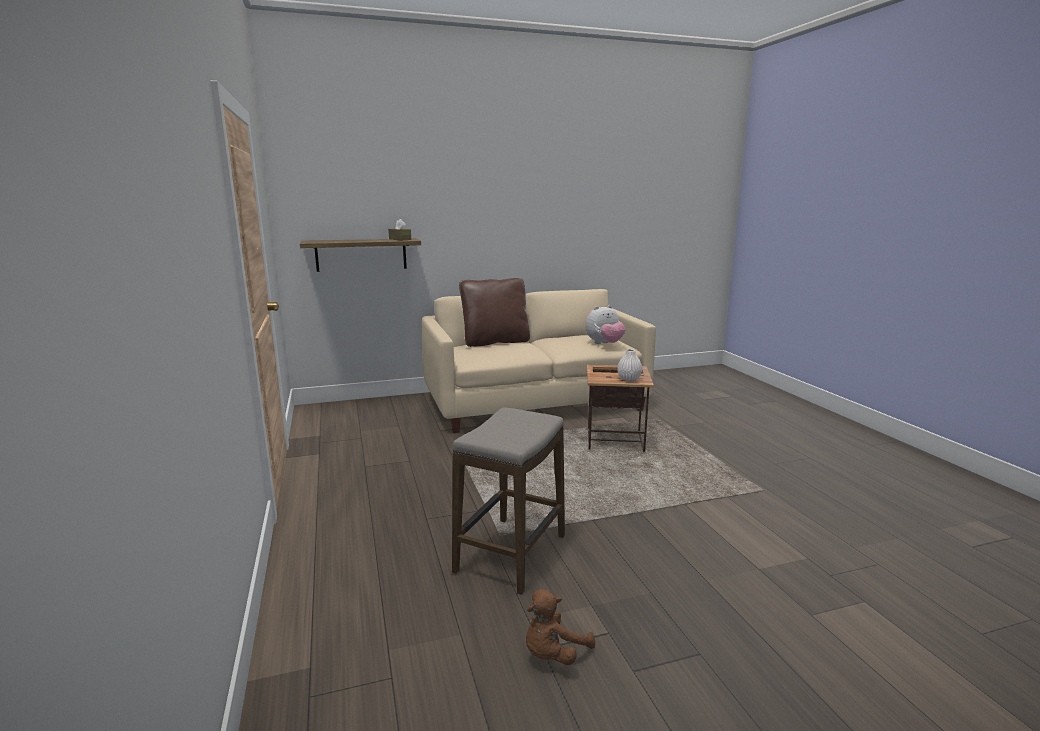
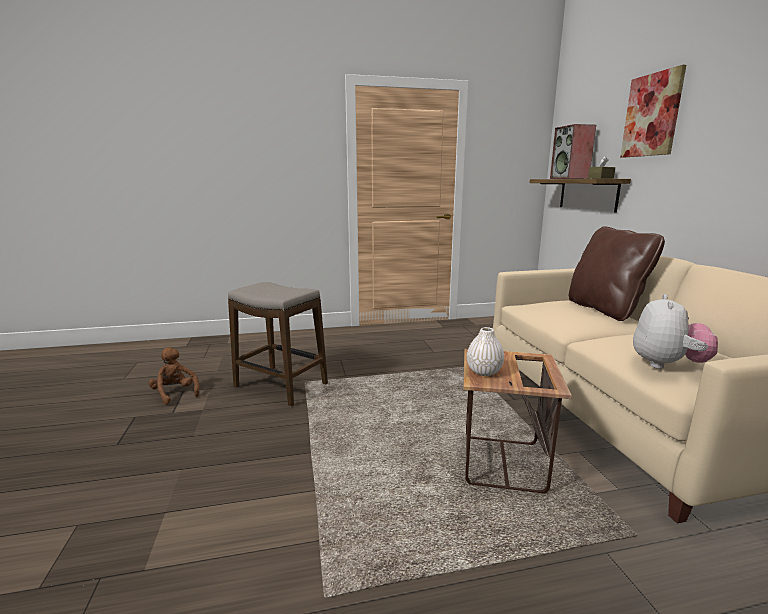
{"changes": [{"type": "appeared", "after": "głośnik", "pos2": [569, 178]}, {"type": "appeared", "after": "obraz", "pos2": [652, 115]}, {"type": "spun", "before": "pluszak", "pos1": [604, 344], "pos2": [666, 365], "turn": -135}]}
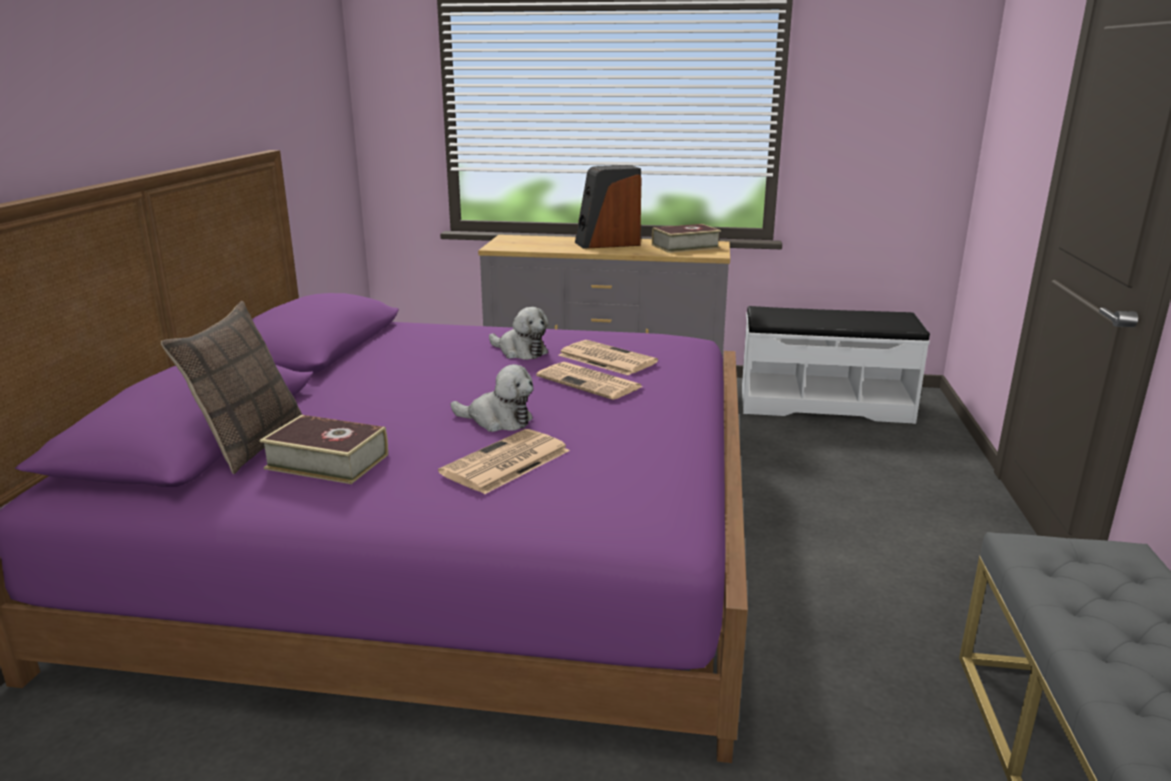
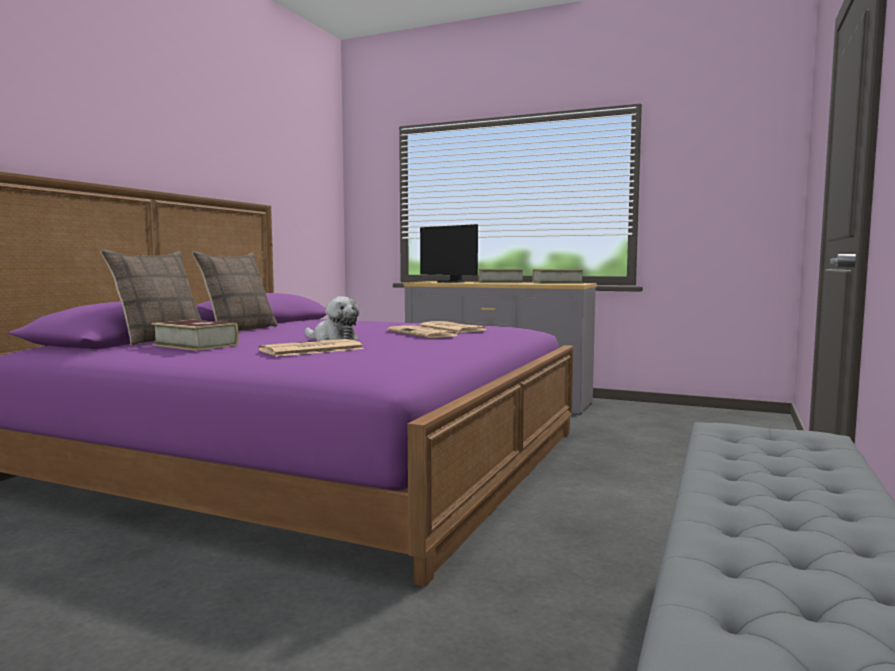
{"changes": [{"type": "missing", "before": "pluszak", "pos1": [520, 352]}, {"type": "missing", "before": "ławka/biały", "pos1": [824, 404]}, {"type": "appeared", "after": "poduszka", "pos2": [239, 329]}, {"type": "appeared", "after": "monitor", "pos2": [449, 282]}, {"type": "exchanged", "before": "głośnik", "after": "książka", "pos1": [607, 243], "pos2": [500, 282]}]}
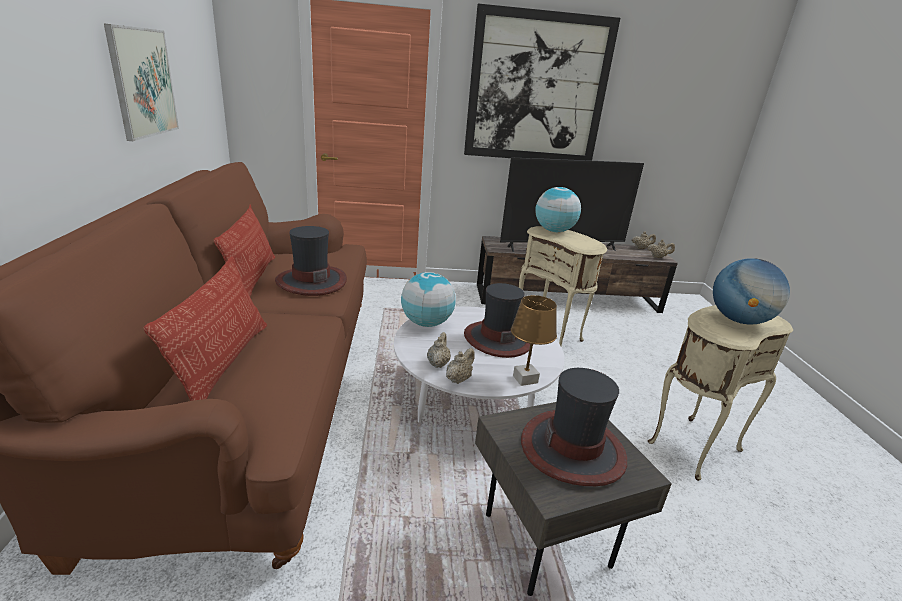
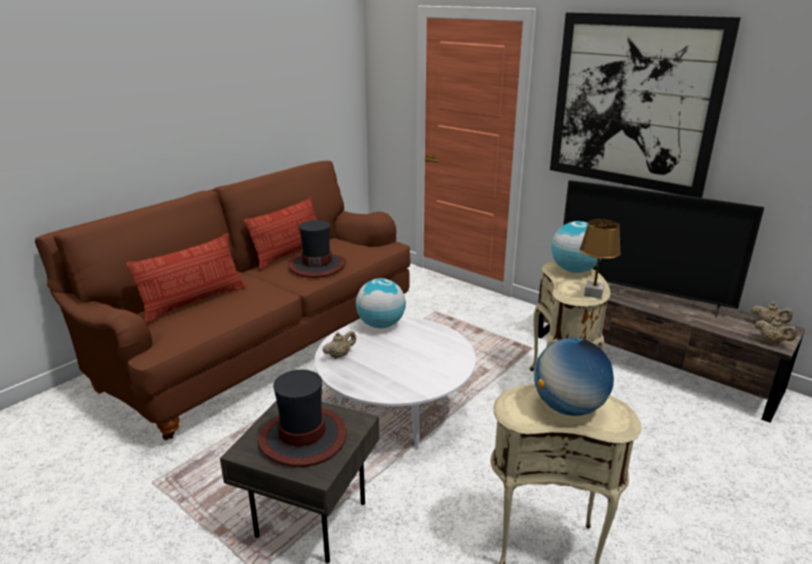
{"changes": [{"type": "missing", "before": "obraz", "pos1": [143, 82]}, {"type": "missing", "before": "imbryk/beżowy", "pos1": [458, 379]}, {"type": "missing", "before": "kapelusz", "pos1": [498, 338]}, {"type": "relocated", "before": "lampa stołowa/brązowy", "pos1": [525, 379], "pos2": [593, 294]}]}
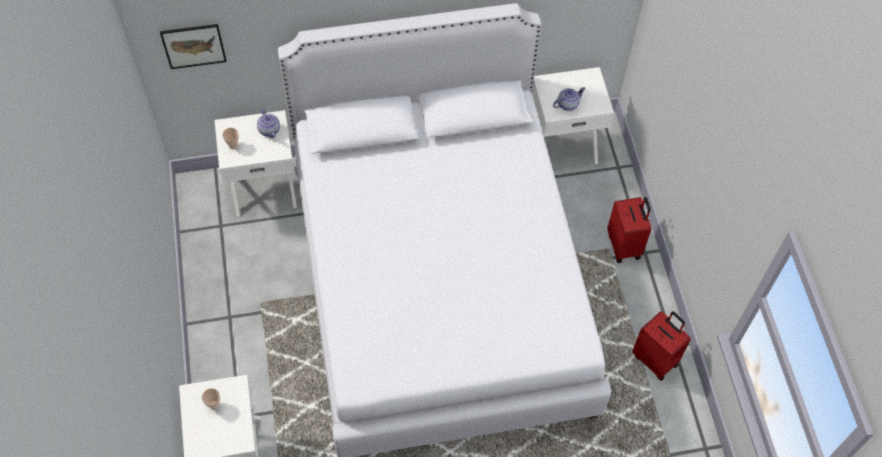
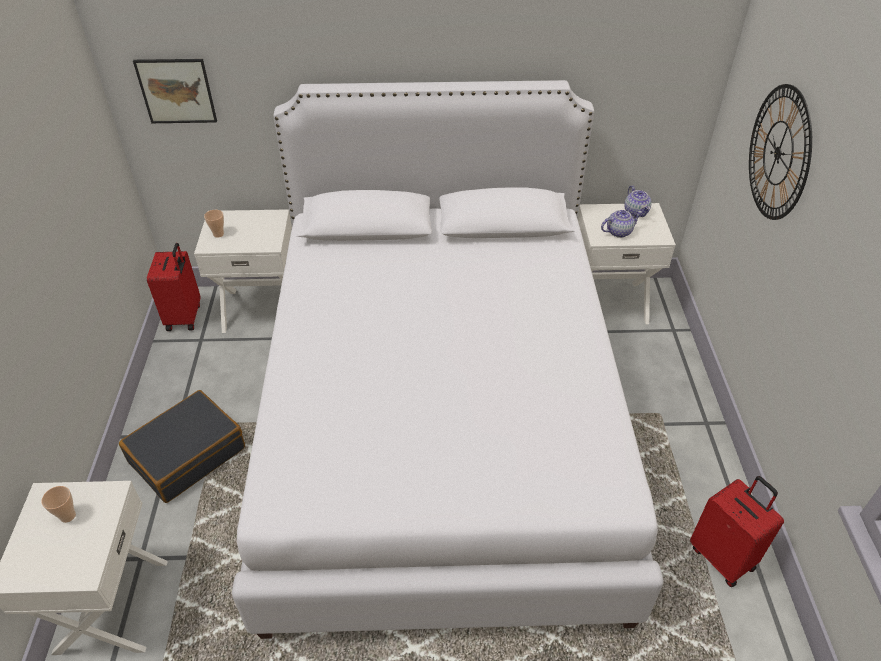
{"changes": [{"type": "appeared", "after": "walizka/czarny", "pos2": [187, 454]}, {"type": "appeared", "after": "zegar ścienny", "pos2": [778, 153]}, {"type": "relocated", "before": "imbryk", "pos1": [269, 130], "pos2": [636, 212]}, {"type": "relocated", "before": "walizka/czerwony", "pos1": [624, 246], "pos2": [185, 317]}]}
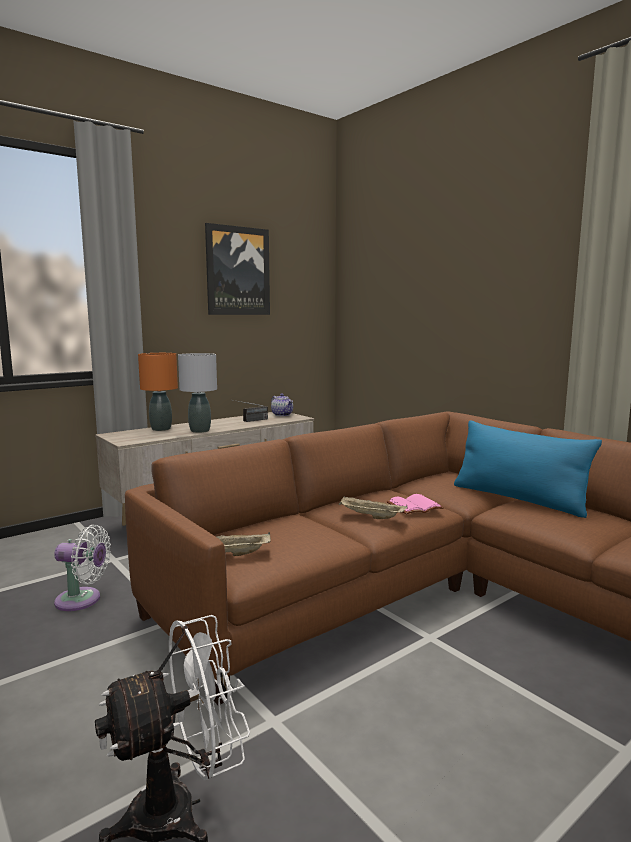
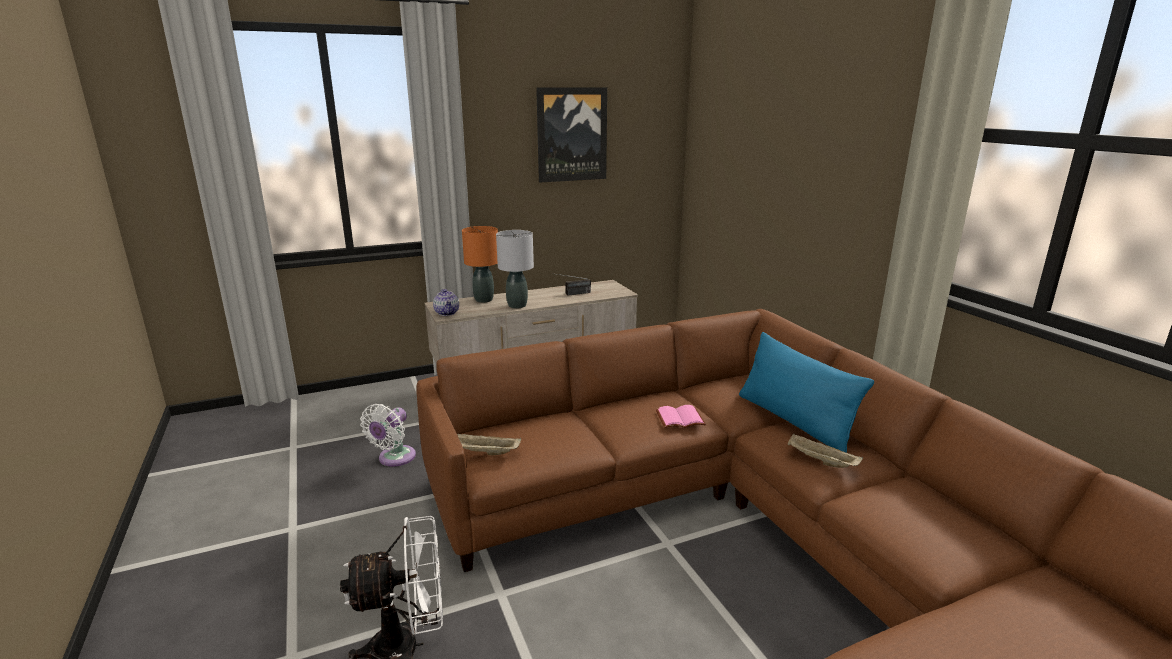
{"changes": [{"type": "relocated", "before": "imbryk", "pos1": [282, 415], "pos2": [447, 313]}, {"type": "relocated", "before": "taca/beżowy", "pos1": [370, 517], "pos2": [820, 461]}, {"type": "spun", "before": "wentylator/biały", "pos1": [82, 600], "pos2": [394, 458], "turn": 90}]}
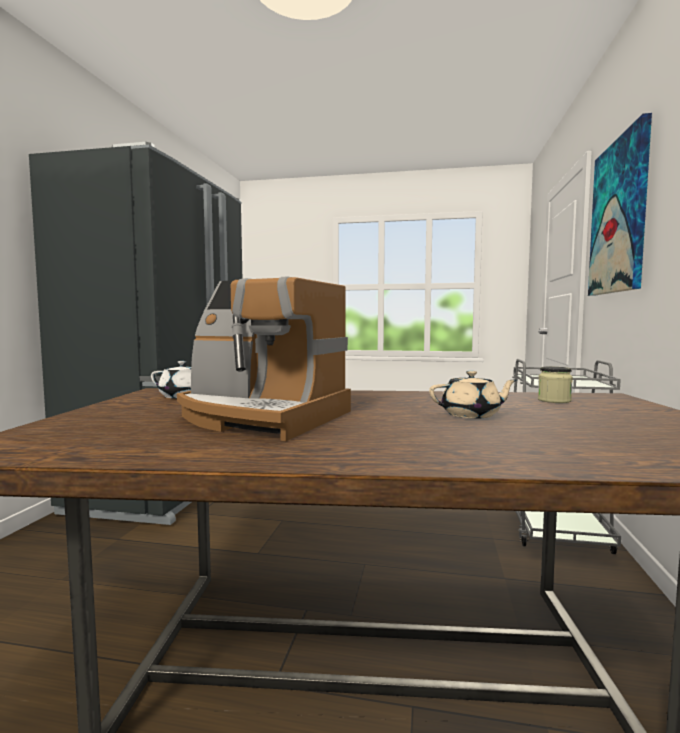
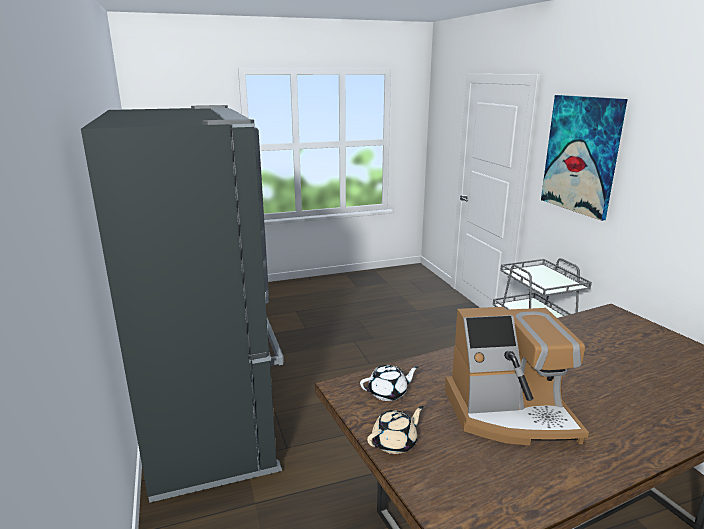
{"changes": [{"type": "missing", "before": "słoik", "pos1": [554, 400]}, {"type": "relocated", "before": "imbryk/beżowy", "pos1": [472, 415], "pos2": [395, 442]}]}
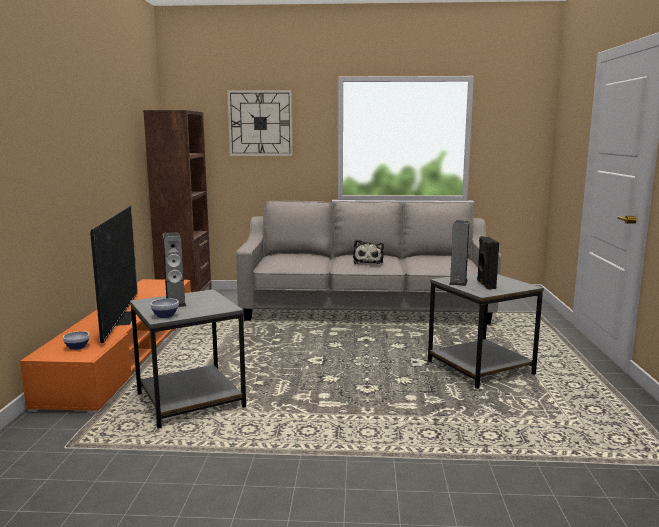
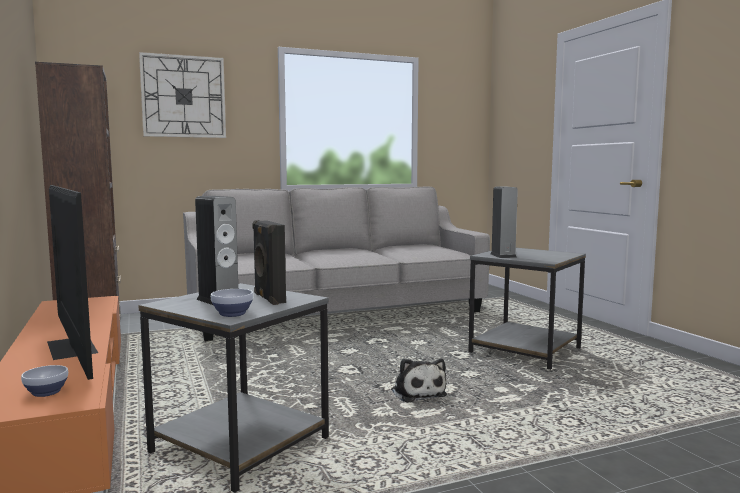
{"changes": [{"type": "relocated", "before": "pluszak", "pos1": [368, 262], "pos2": [417, 392]}, {"type": "relocated", "before": "głośnik/czarny", "pos1": [485, 285], "pos2": [268, 298]}]}
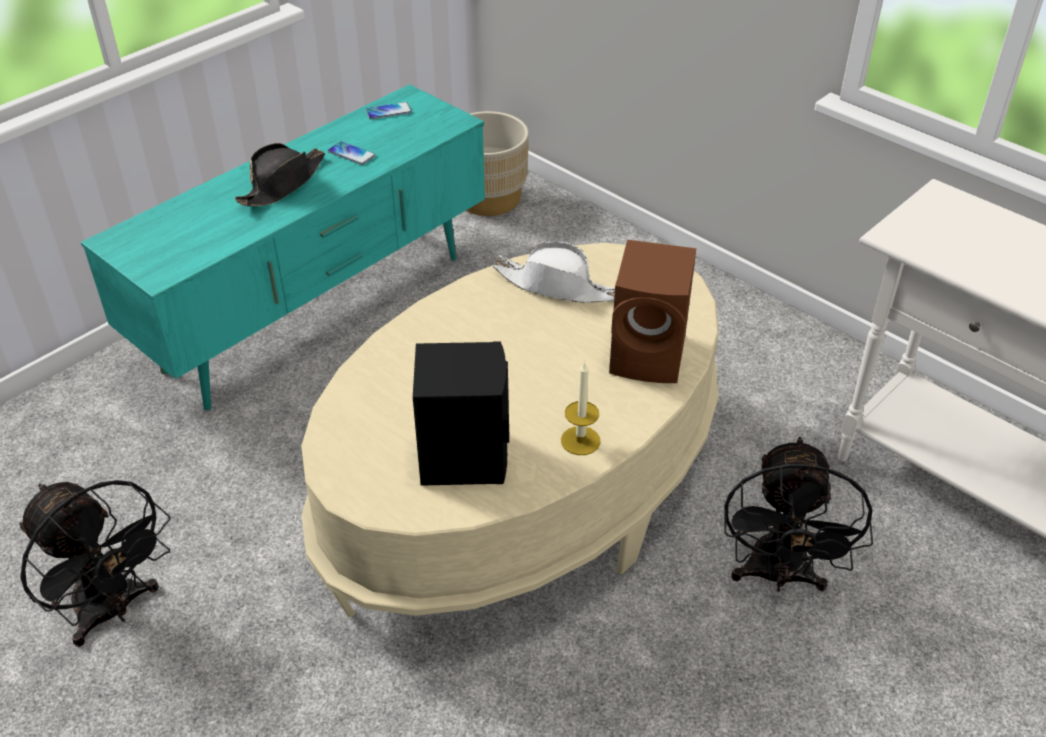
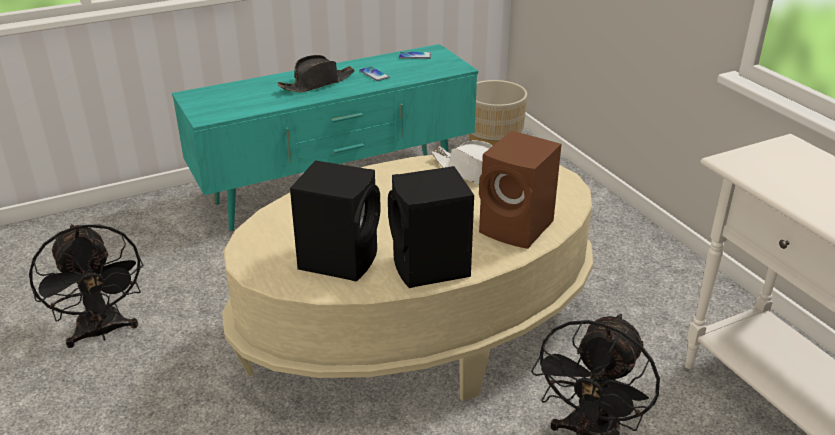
{"changes": [{"type": "exchanged", "before": "świeca", "after": "głośnik/czarny", "pos1": [580, 440], "pos2": [430, 268]}]}
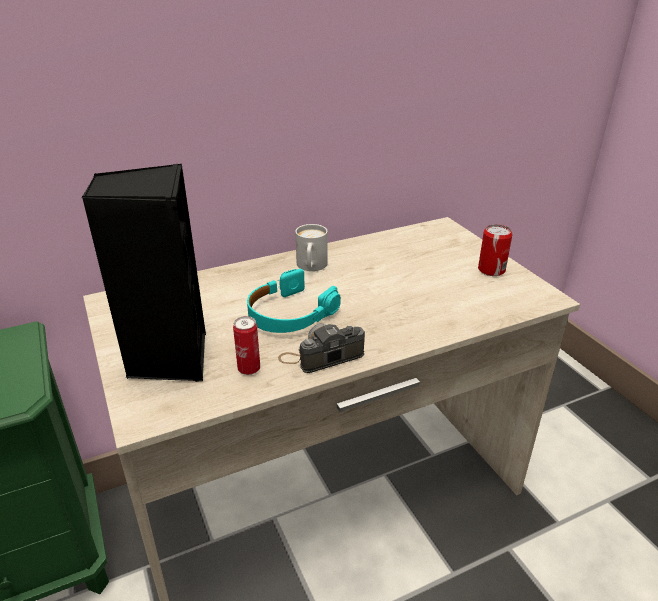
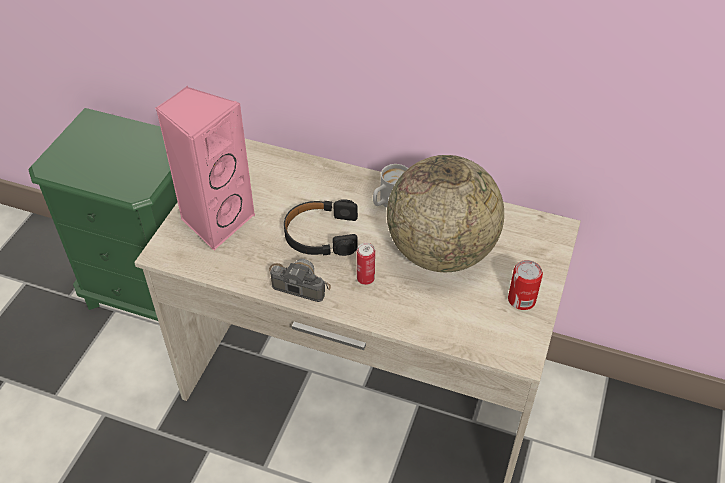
{"changes": [{"type": "appeared", "after": "globus", "pos2": [441, 252]}, {"type": "relocated", "before": "puszka", "pos1": [249, 369], "pos2": [365, 279]}, {"type": "colour", "before": "głośnik/czarny", "after": "głośnik/różowy", "pos1": [168, 359], "pos2": [216, 220]}, {"type": "colour", "before": "słuchawki/turkusowy", "after": "słuchawki/czarny", "pos1": [289, 314], "pos2": [321, 235]}]}
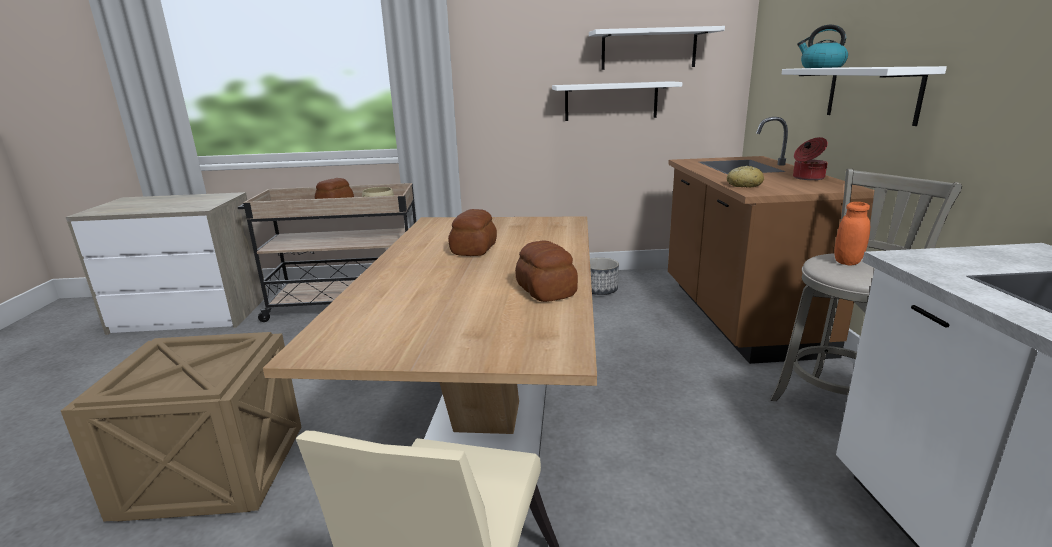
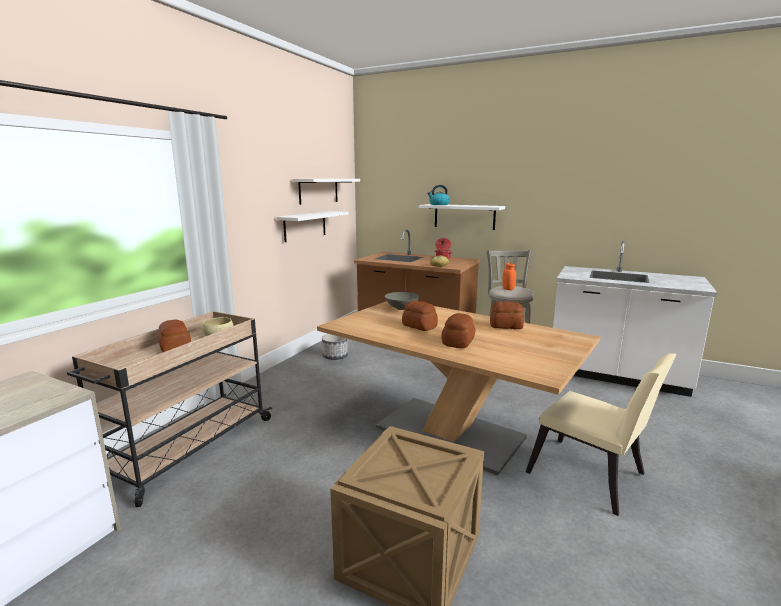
{"changes": [{"type": "appeared", "after": "miska/szary", "pos2": [402, 308]}, {"type": "appeared", "after": "chleb", "pos2": [458, 342]}]}
